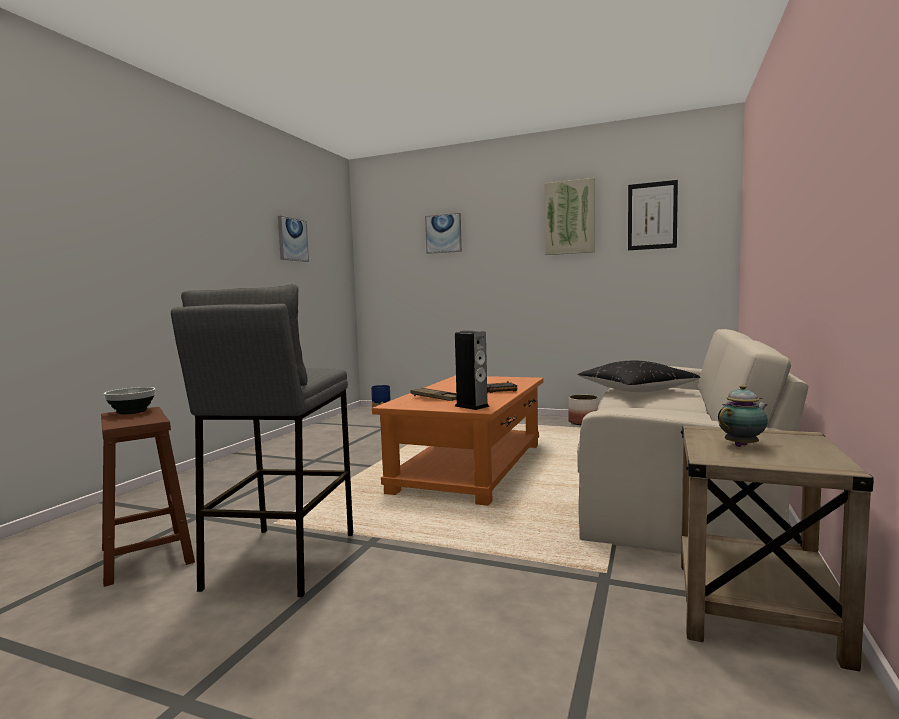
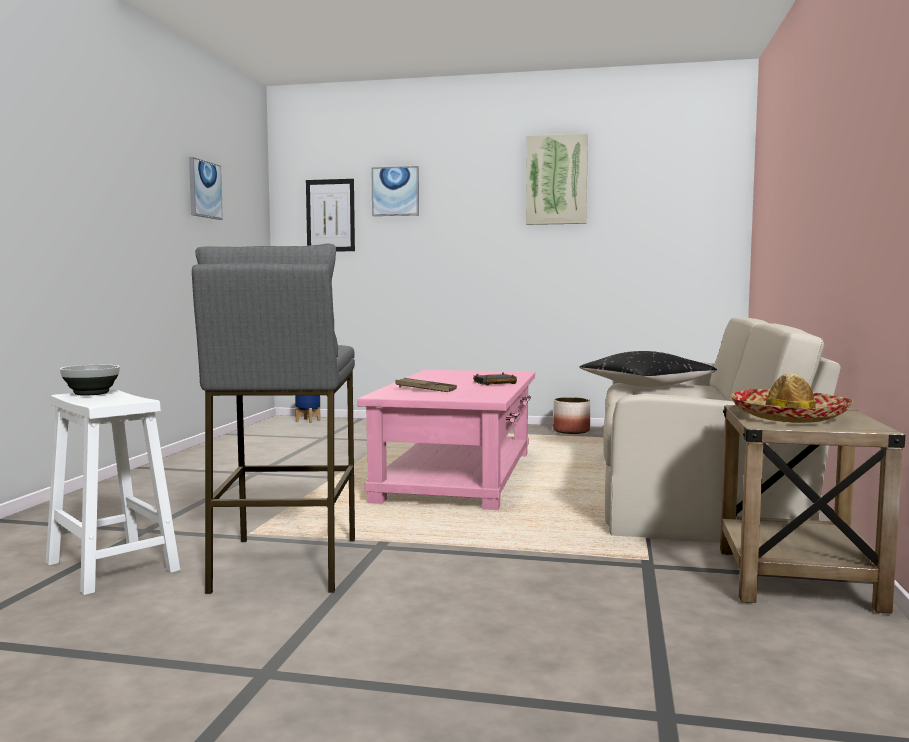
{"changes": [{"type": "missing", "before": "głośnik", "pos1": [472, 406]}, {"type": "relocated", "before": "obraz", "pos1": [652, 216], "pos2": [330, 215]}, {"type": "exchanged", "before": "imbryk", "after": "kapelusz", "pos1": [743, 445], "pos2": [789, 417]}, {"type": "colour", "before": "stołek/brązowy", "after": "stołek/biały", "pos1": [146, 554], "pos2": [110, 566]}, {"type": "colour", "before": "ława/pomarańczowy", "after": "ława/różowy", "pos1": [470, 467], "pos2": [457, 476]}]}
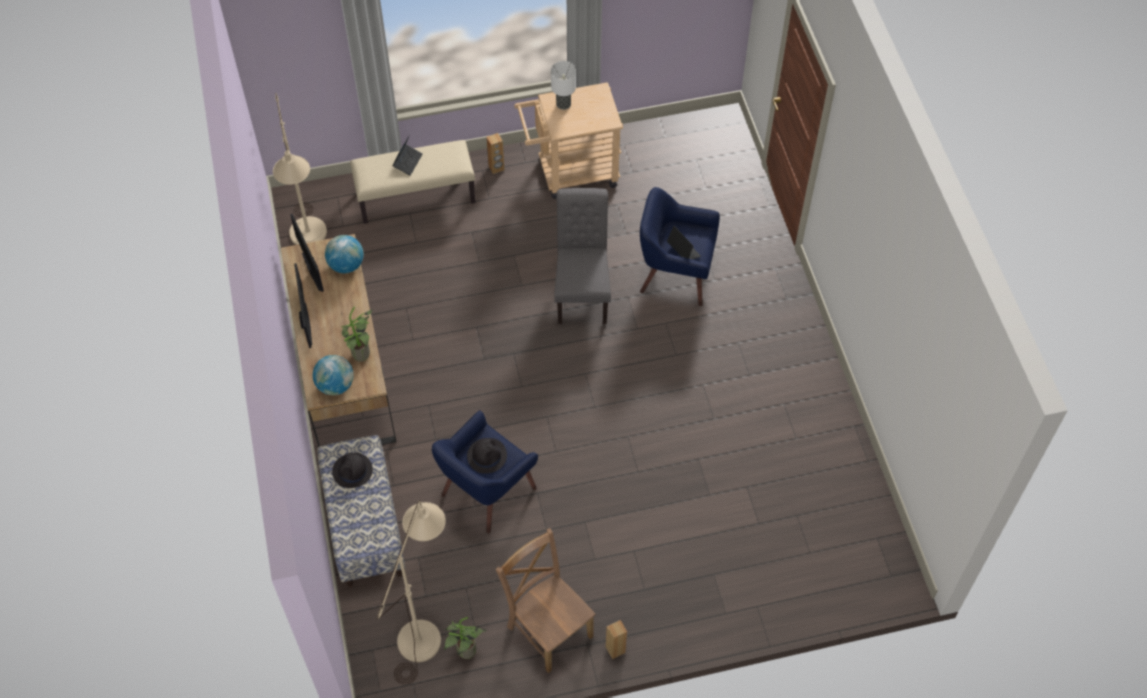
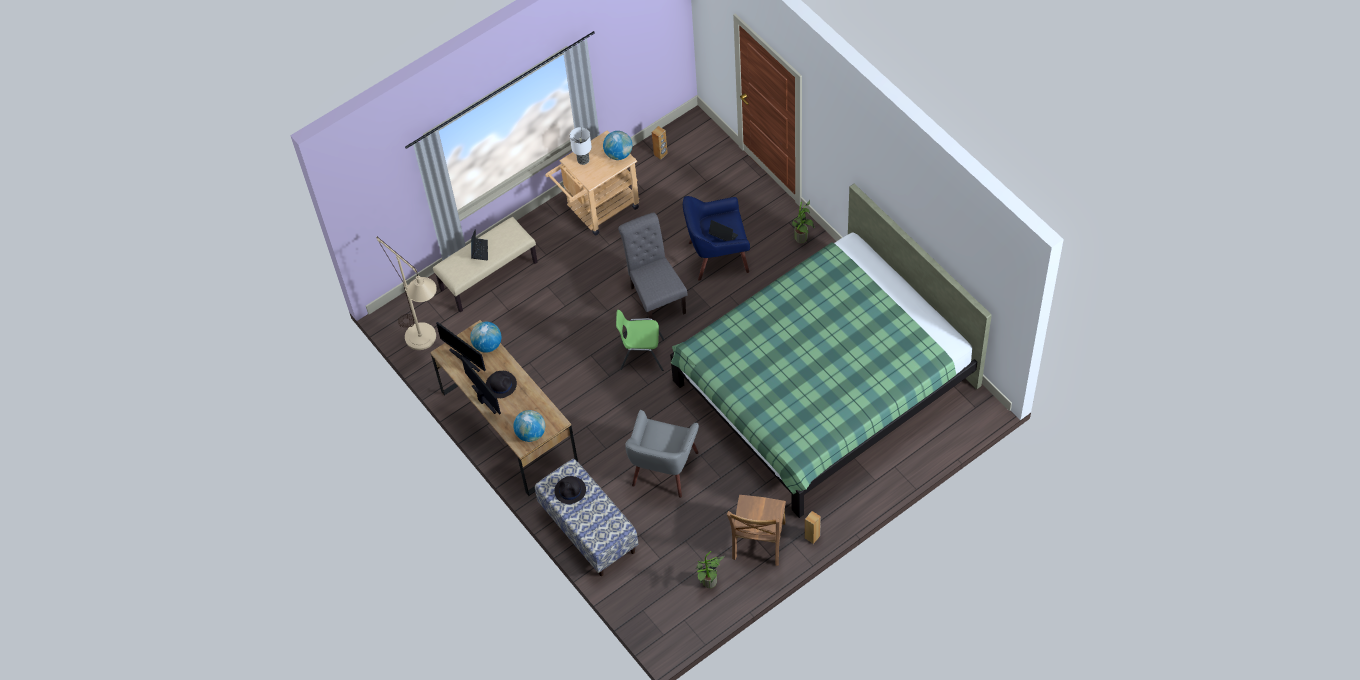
{"changes": [{"type": "missing", "before": "lampa stojąca/beżowy", "pos1": [424, 629]}, {"type": "appeared", "after": "globus", "pos2": [618, 154]}, {"type": "appeared", "after": "krzesło/zielony", "pos2": [641, 354]}, {"type": "appeared", "after": "łóżko/zielony", "pos2": [824, 383]}, {"type": "relocated", "before": "roślina doniczkowa", "pos1": [362, 356], "pos2": [803, 239]}, {"type": "relocated", "before": "kapelusz/czarny", "pos1": [487, 455], "pos2": [501, 384]}, {"type": "relocated", "before": "głośnik/brązowy", "pos1": [496, 168], "pos2": [660, 154]}, {"type": "colour", "before": "fotel/niebieski", "after": "fotel/szary", "pos1": [486, 491], "pos2": [664, 469]}, {"type": "spun", "before": "krzesło/brązowy", "pos1": [548, 628], "pos2": [758, 543], "turn": -105}]}
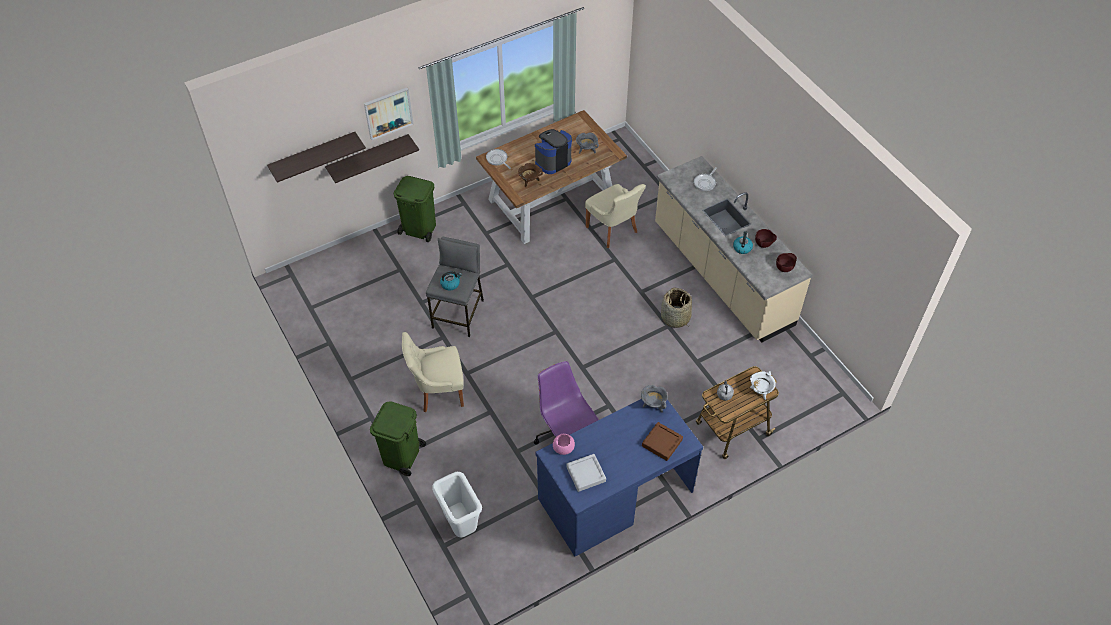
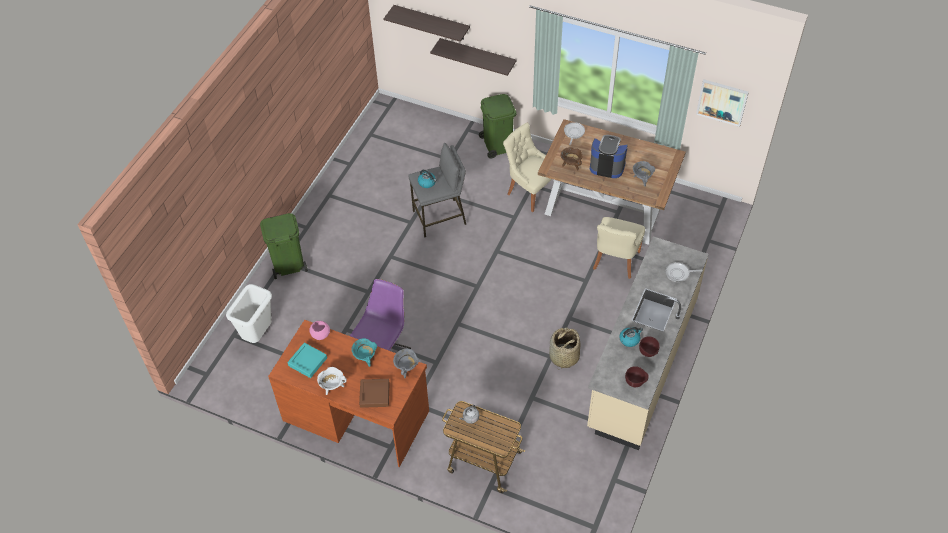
{"changes": [{"type": "appeared", "after": "garnek/turkusowy", "pos2": [365, 358]}, {"type": "relocated", "before": "obraz", "pos1": [388, 113], "pos2": [722, 102]}, {"type": "relocated", "before": "krzesło/beżowy", "pos1": [438, 392], "pos2": [530, 191]}, {"type": "relocated", "before": "garnek/biały", "pos1": [760, 391], "pos2": [332, 387]}, {"type": "colour", "before": "biurko/niebieski", "after": "biurko/brązowy", "pos1": [614, 494], "pos2": [356, 414]}, {"type": "colour", "before": "taca/szary", "after": "taca/turkusowy", "pos1": [586, 474], "pos2": [307, 362]}]}
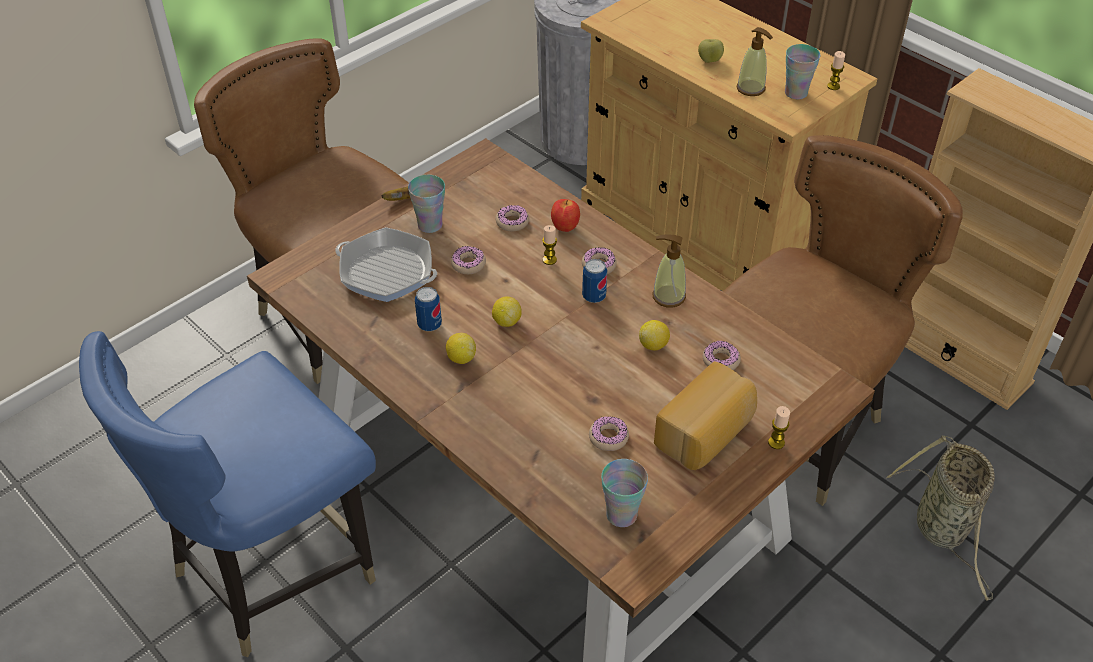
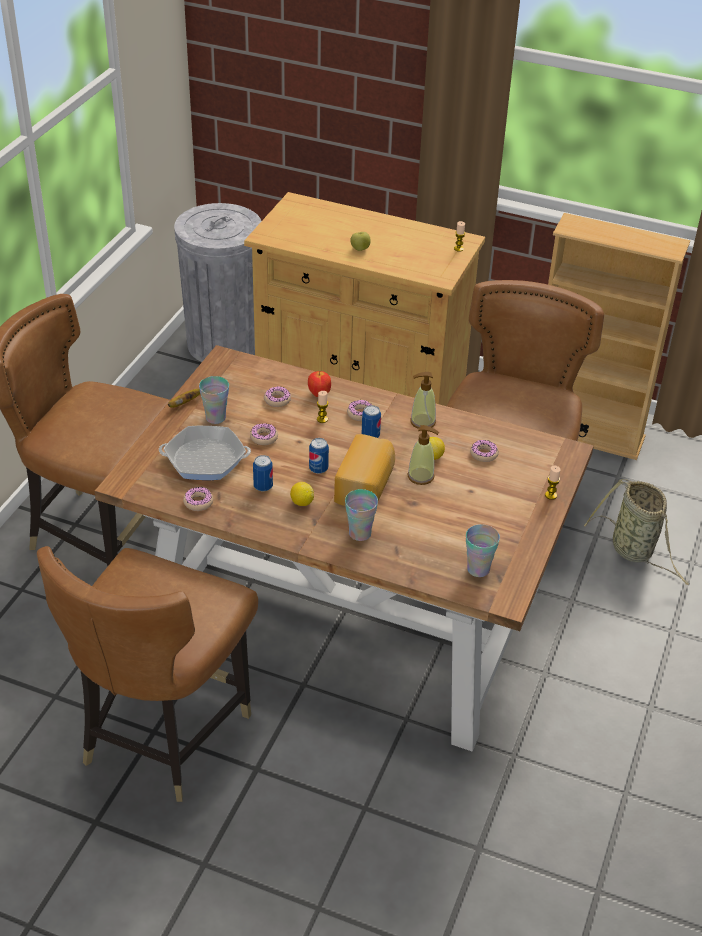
{"changes": [{"type": "relocated", "before": "donut", "pos1": [608, 437], "pos2": [198, 502]}, {"type": "relocated", "before": "chleb", "pos1": [706, 433], "pos2": [366, 486]}, {"type": "relocated", "before": "dozownik mydła", "pos1": [751, 88], "pos2": [421, 476]}, {"type": "relocated", "before": "filiżanka", "pos1": [796, 93], "pos2": [360, 533]}, {"type": "exchanged", "before": "cytryna", "after": "puszka", "pos1": [506, 321], "pos2": [318, 469]}, {"type": "colour", "before": "krzesło/niebieski", "after": "krzesło/brązowy", "pos1": [271, 570], "pos2": [162, 734]}]}
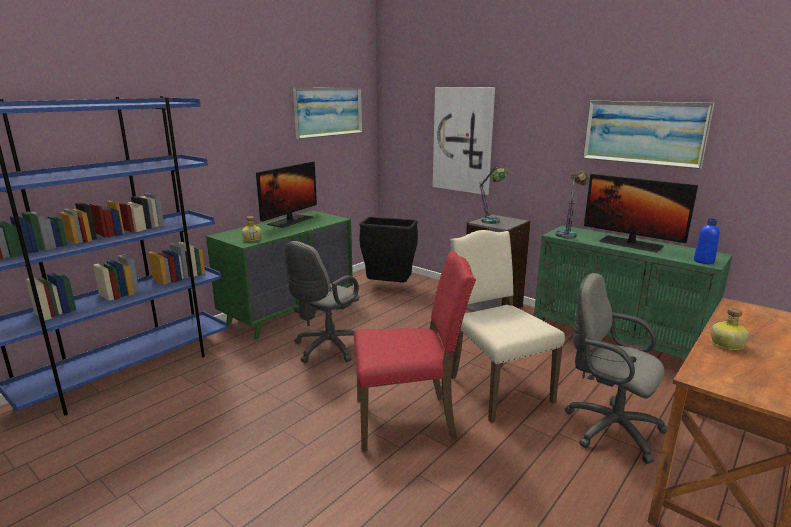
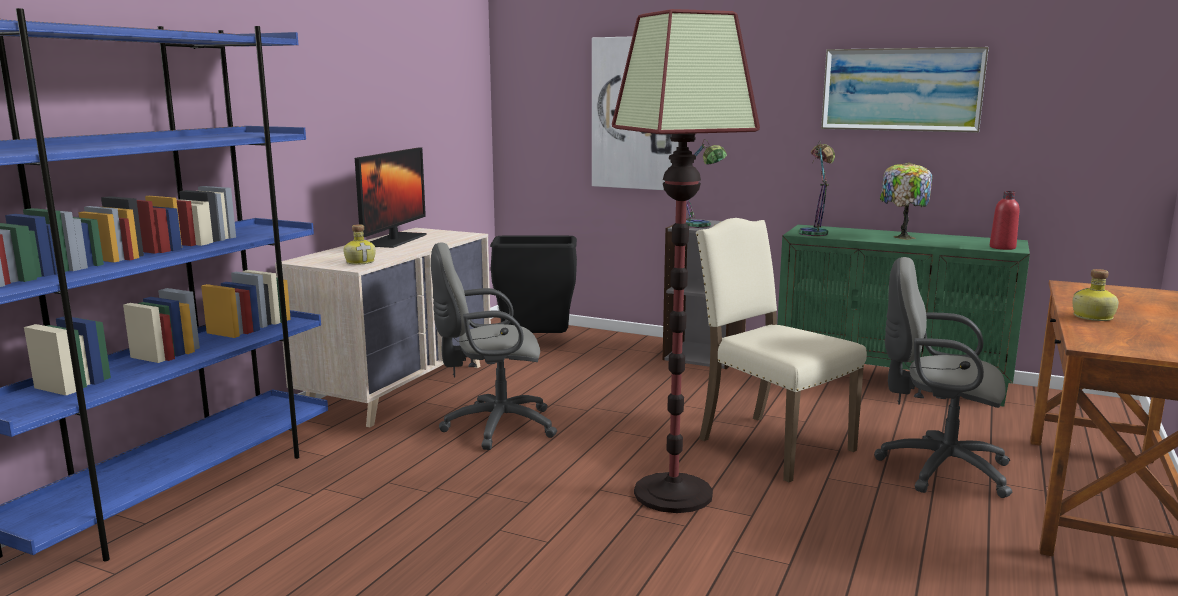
{"changes": [{"type": "missing", "before": "obraz", "pos1": [328, 111]}, {"type": "exchanged", "before": "krzesło/czerwony", "after": "lampa stojąca", "pos1": [407, 420], "pos2": [674, 494]}, {"type": "exchanged", "before": "monitor", "after": "lampa stołowa", "pos1": [630, 244], "pos2": [902, 237]}, {"type": "colour", "before": "komoda/zielony", "after": "komoda/beżowy", "pos1": [289, 312], "pos2": [399, 387]}, {"type": "colour", "before": "butelka/niebieski", "after": "butelka/czerwony", "pos1": [703, 261], "pos2": [1002, 247]}, {"type": "spun", "before": "krzesło biurowe/szary", "pos1": [326, 349], "pos2": [493, 427], "turn": 60}]}
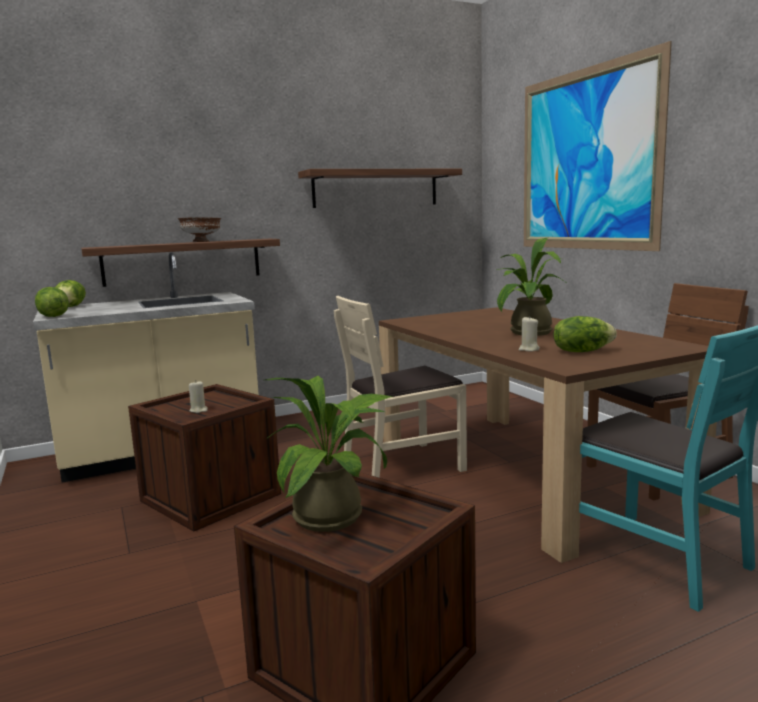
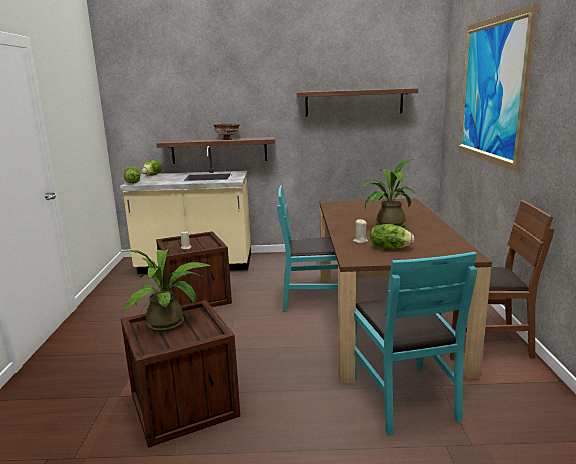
{"changes": [{"type": "colour", "before": "krzesło/beżowy", "after": "krzesło/turkusowy", "pos1": [402, 465], "pos2": [315, 299]}]}
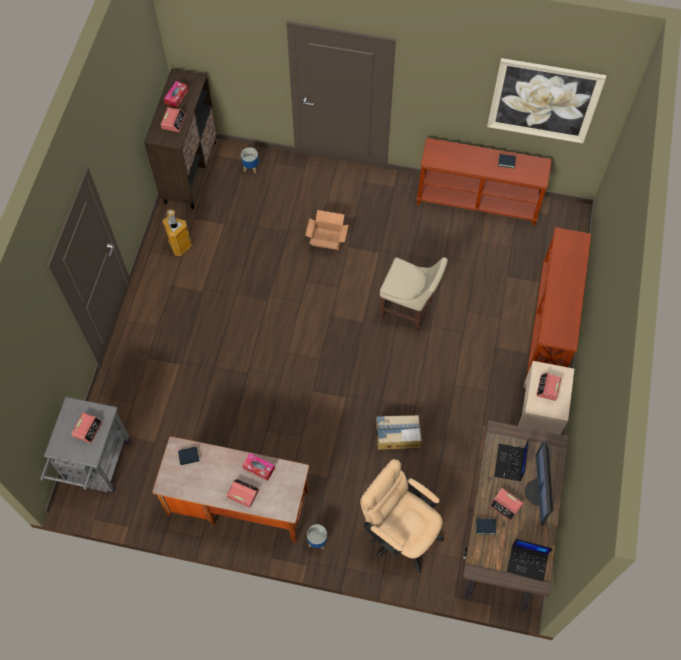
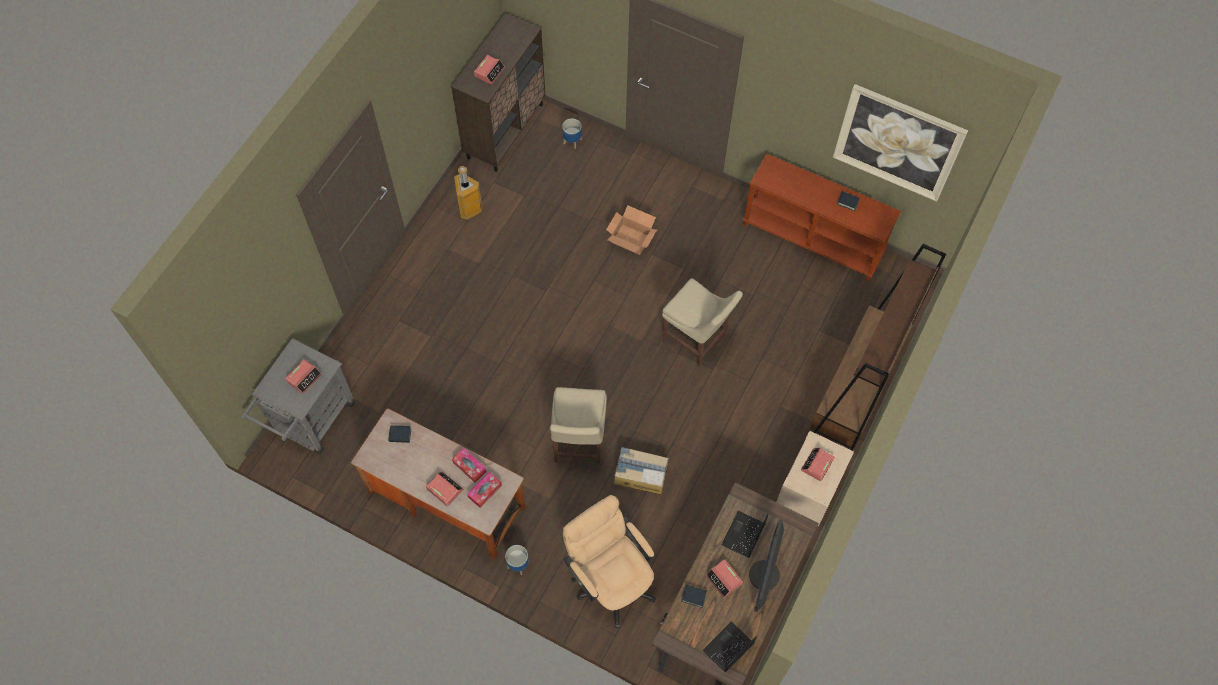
{"changes": [{"type": "appeared", "after": "krzesło/beżowy", "pos2": [578, 444]}, {"type": "relocated", "before": "pudełko chusteczek", "pos1": [176, 97], "pos2": [485, 491]}, {"type": "exchanged", "before": "stolik konsolowy/brązowy", "after": "regał/brązowy", "pos1": [552, 321], "pos2": [854, 394]}, {"type": "spun", "before": "laptop", "pos1": [528, 562], "pos2": [728, 648], "turn": 105}]}
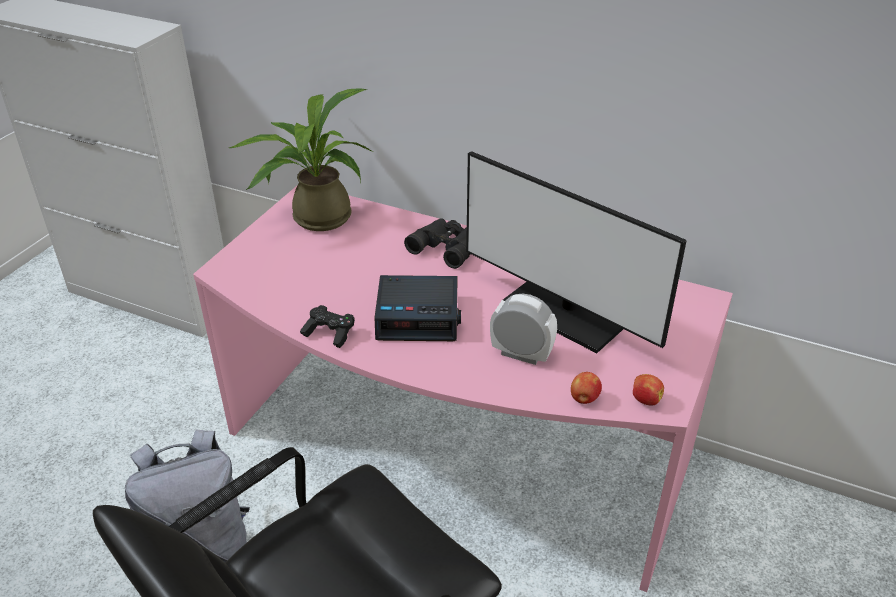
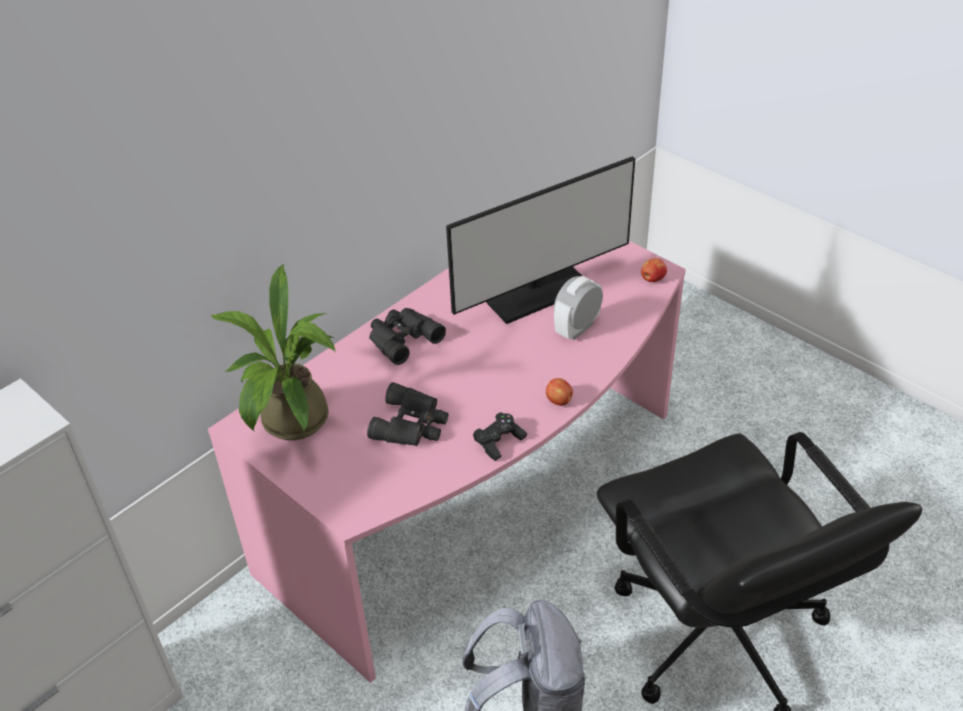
{"changes": [{"type": "missing", "before": "budzik", "pos1": [418, 316]}, {"type": "appeared", "after": "lornetka/czarny", "pos2": [412, 424]}, {"type": "relocated", "before": "jabłko", "pos1": [584, 399], "pos2": [559, 401]}]}
